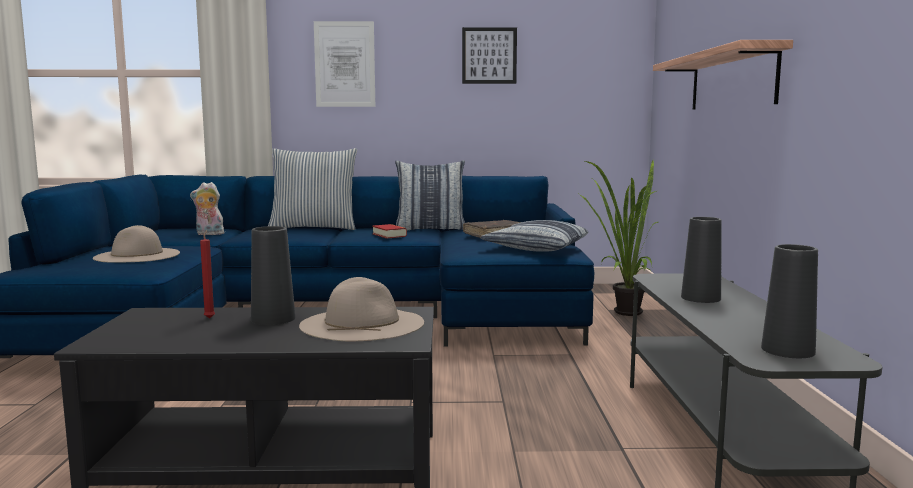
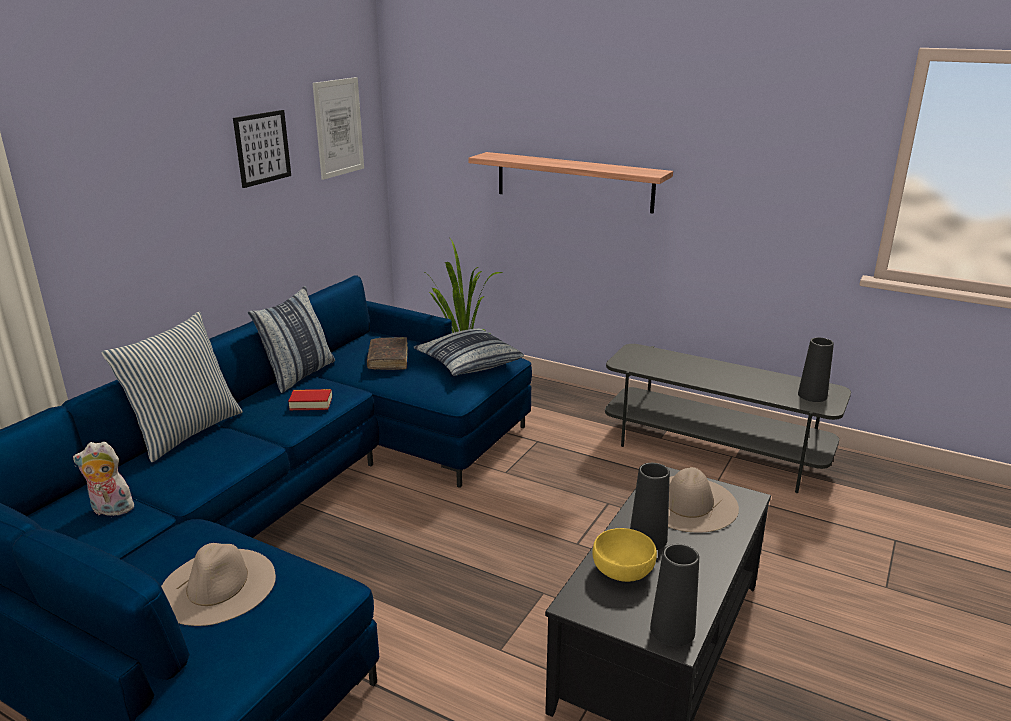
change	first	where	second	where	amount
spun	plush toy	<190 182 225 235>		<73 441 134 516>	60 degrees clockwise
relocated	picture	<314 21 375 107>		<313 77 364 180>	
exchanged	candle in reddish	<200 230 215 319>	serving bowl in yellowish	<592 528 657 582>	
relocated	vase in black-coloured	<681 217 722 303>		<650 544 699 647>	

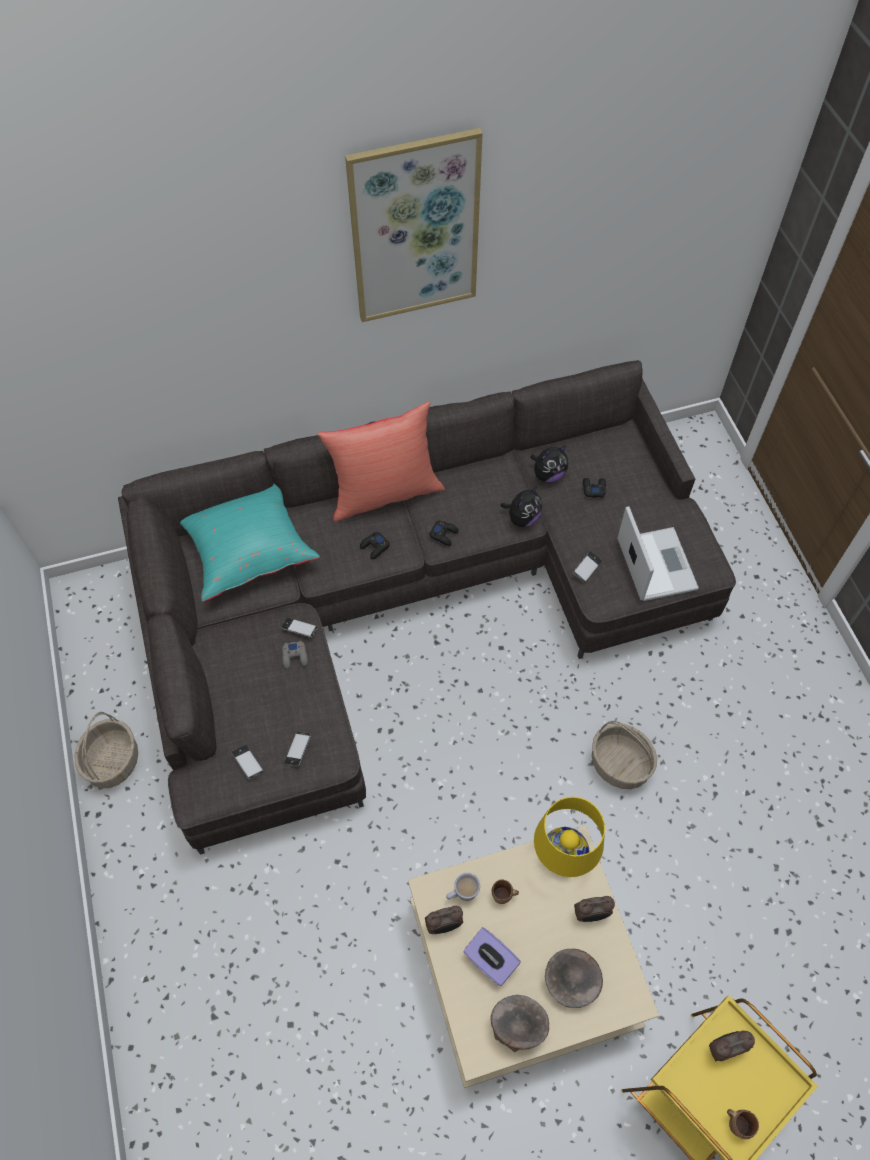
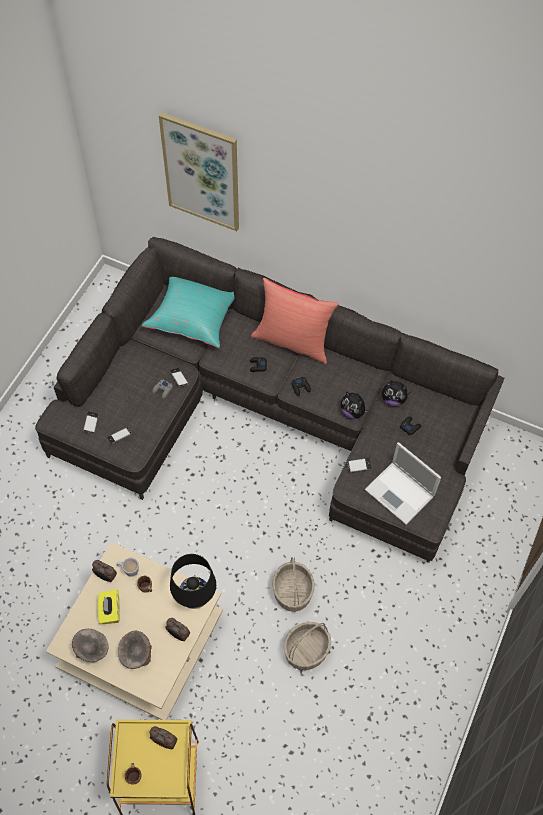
change	first	where	second	where	amount
colour	tissue box in purple-coloured	<464 927 521 986>	tissue box in yellowish	<98 589 120 624>	
relocated	picture	<345 128 483 322>		<159 112 239 231>	
colour	table lamp in yellowish	<534 797 605 877>	table lamp in black-coloured	<170 554 216 609>	
relocated	storage basket	<74 712 138 788>		<284 622 331 670>	
spun	plush toy	<500 486 542 527>		<341 391 370 419>	45 degrees clockwise
spun	notebook computer	<617 506 699 601>		<365 442 441 525>	105 degrees clockwise

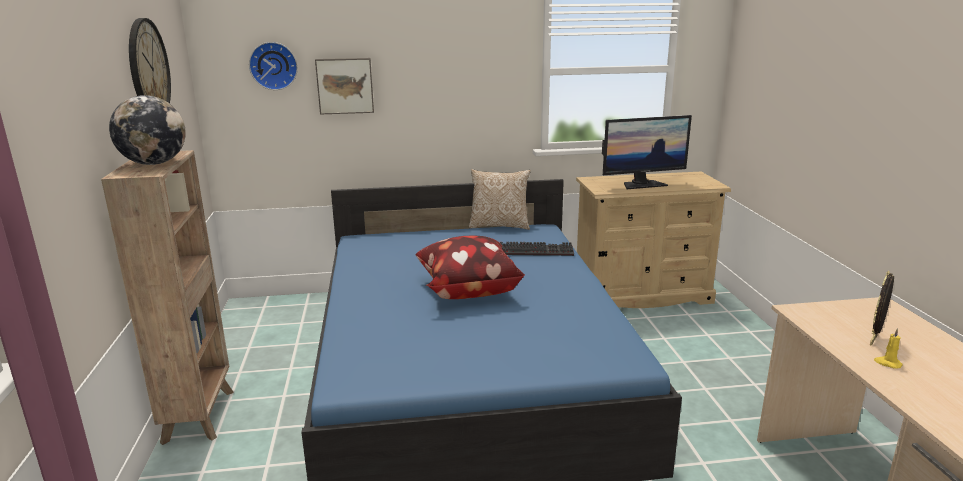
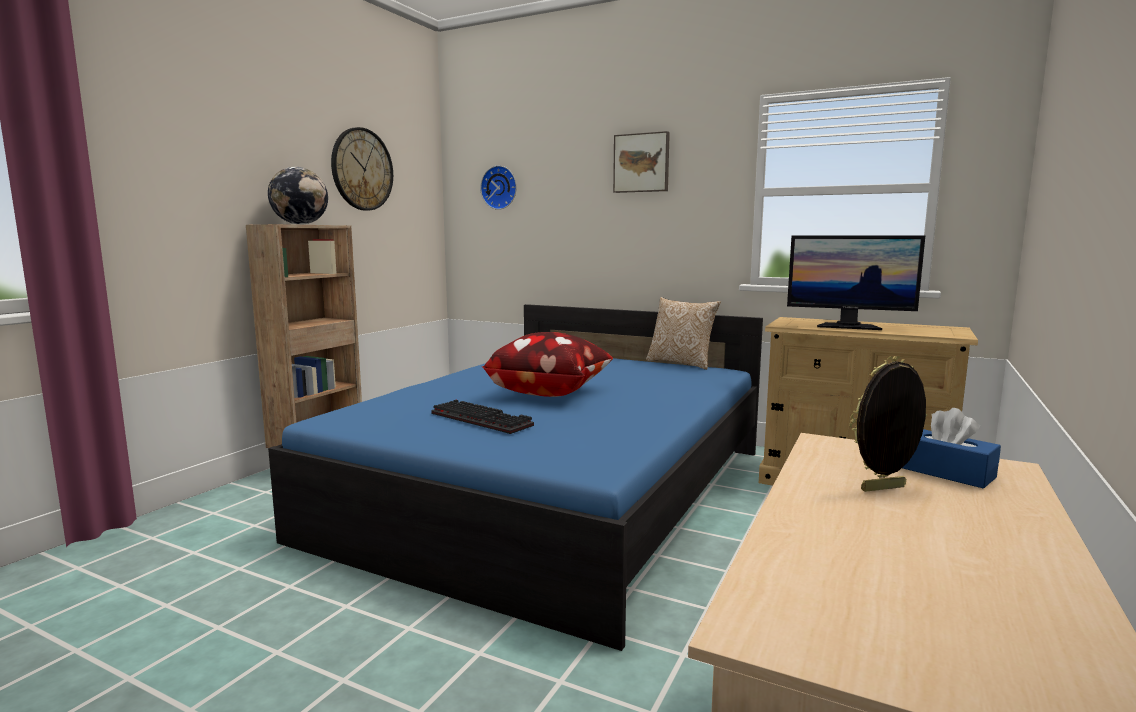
change	first	where	second	where	amount
relocated	keyboard	<500 242 574 256>		<431 400 534 434>	
relocated	picture	<315 58 374 115>		<613 131 670 193>	
appeared			tissue box in blue	<902 408 1001 488>	
missing	candle in yellowish	<874 328 903 369>			

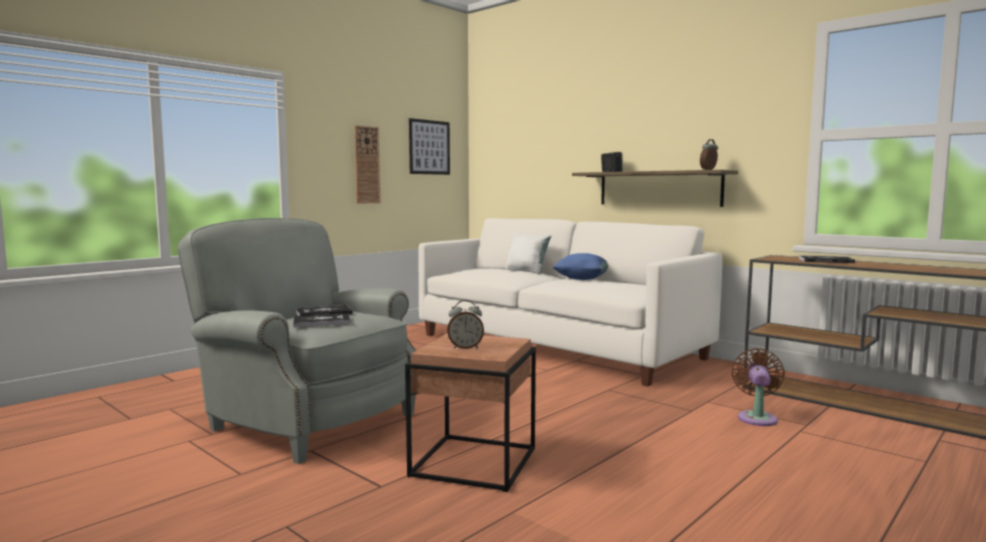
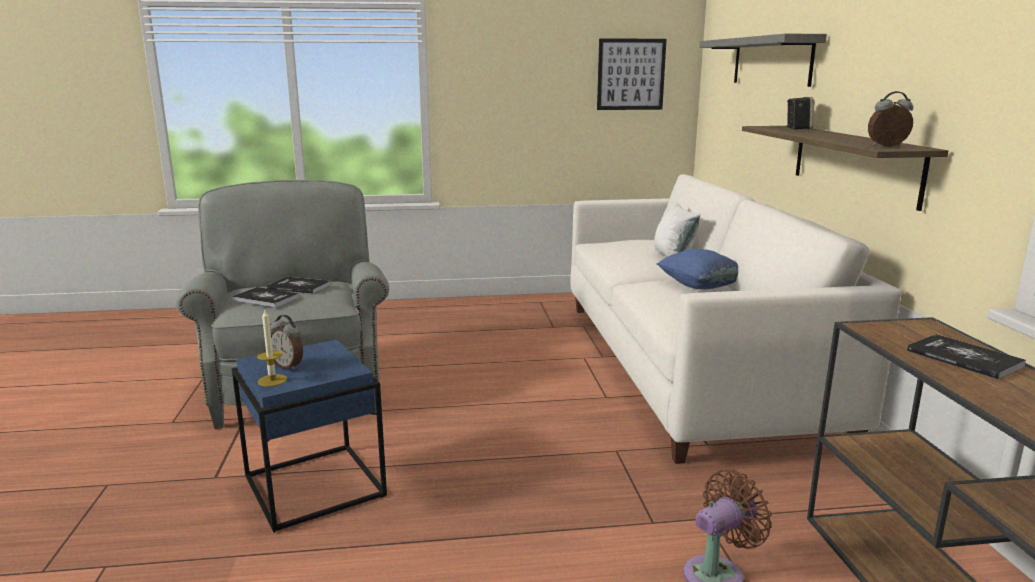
change	first	where	second	where	amount
colour	accent table in brown-coloured	<405 333 536 492>	accent table in blue	<232 340 387 533>	
appeared			candle	<257 309 287 387>	
appeared			shelf in grey	<699 34 827 87>	
missing	hanging clock	<354 125 380 204>			

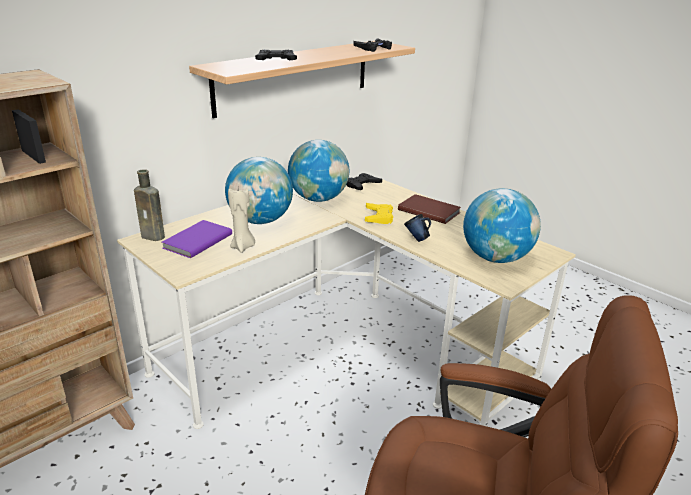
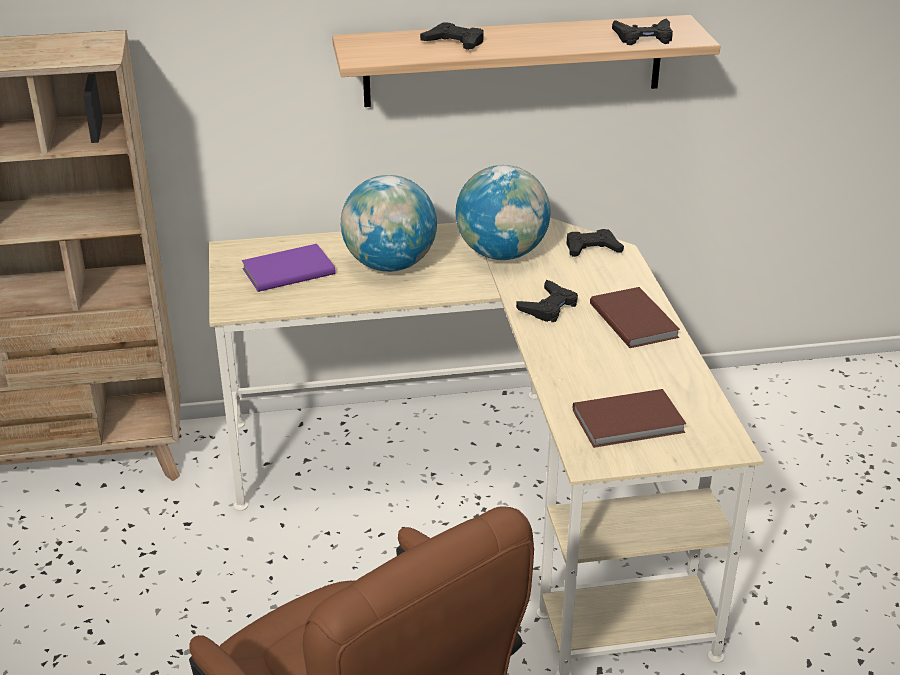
change	first	where	second	where	amount
colour	game controller in yellowish	<365 203 393 224>	game controller in black-coloured	<516 280 578 322>	
exchanged	globe	<463 188 541 263>	volume in brown-coloured	<573 389 686 448>	
missing	drink bottle in brown-coloured	<134 169 165 241>			
missing	candle in sand-coloured	<228 188 255 253>			
missing	mug in blue	<404 214 431 242>			

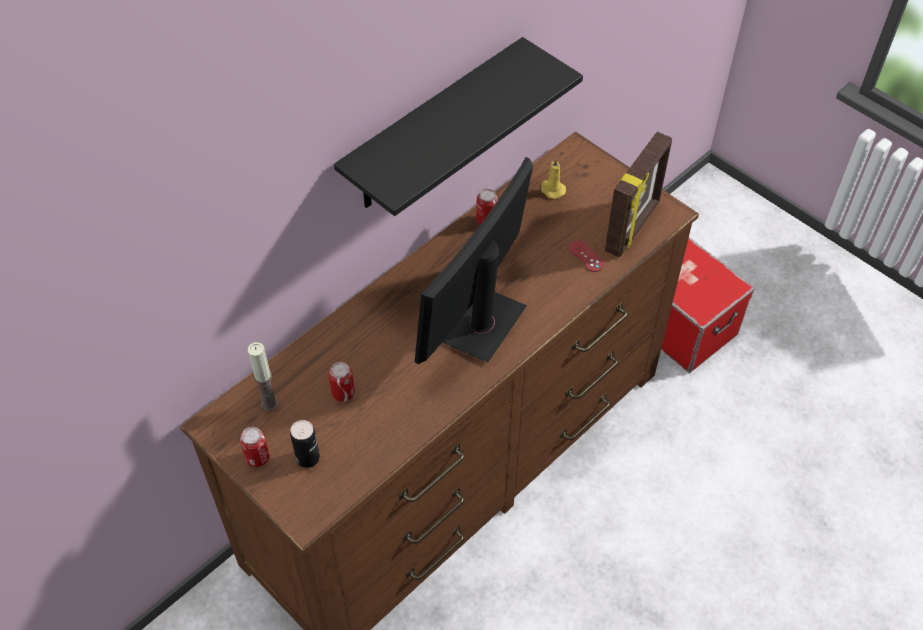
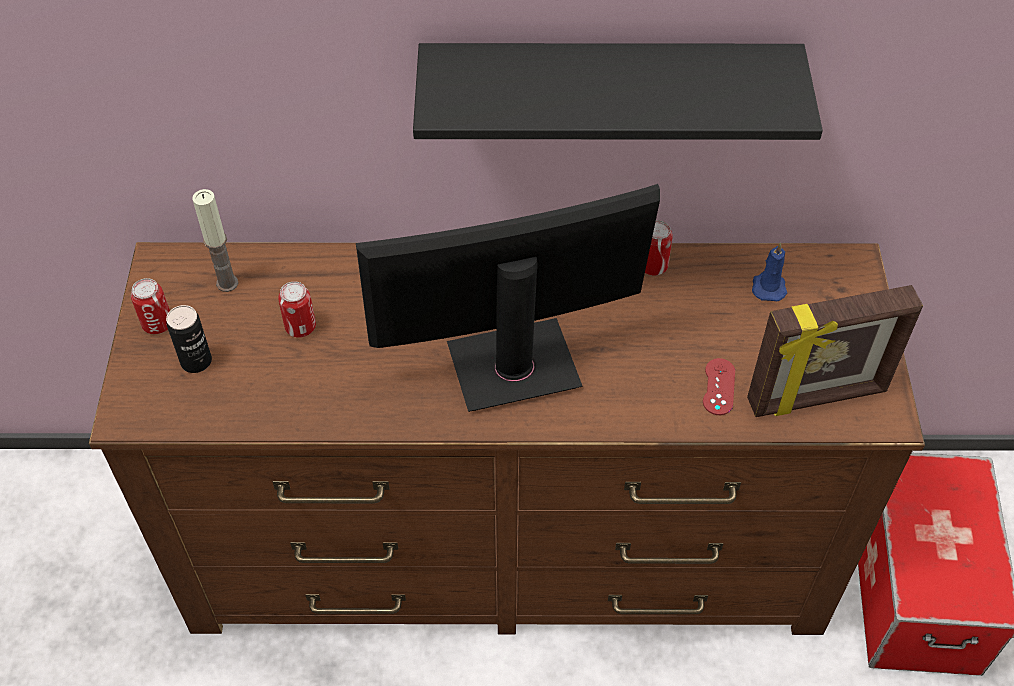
change	first	where	second	where	amount
colour	candle in yellowish	<541 159 566 199>	candle in blue	<752 242 787 301>	

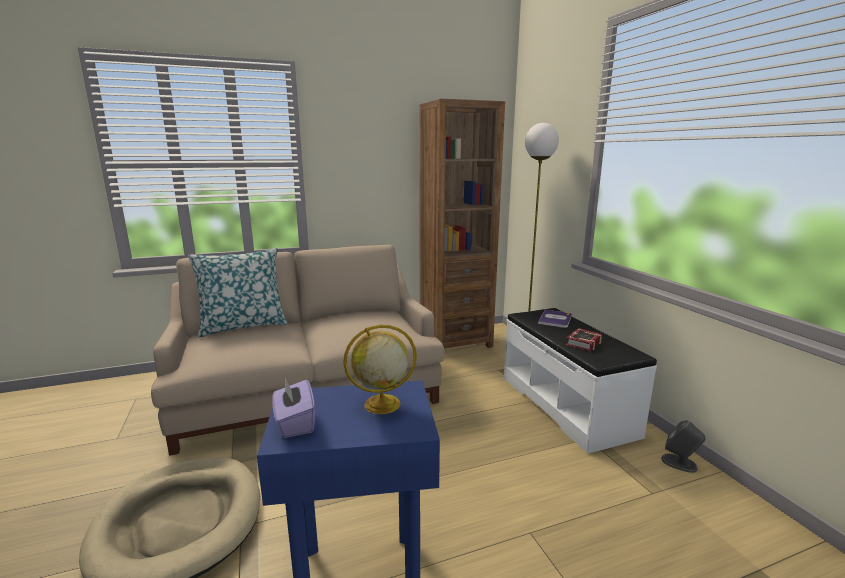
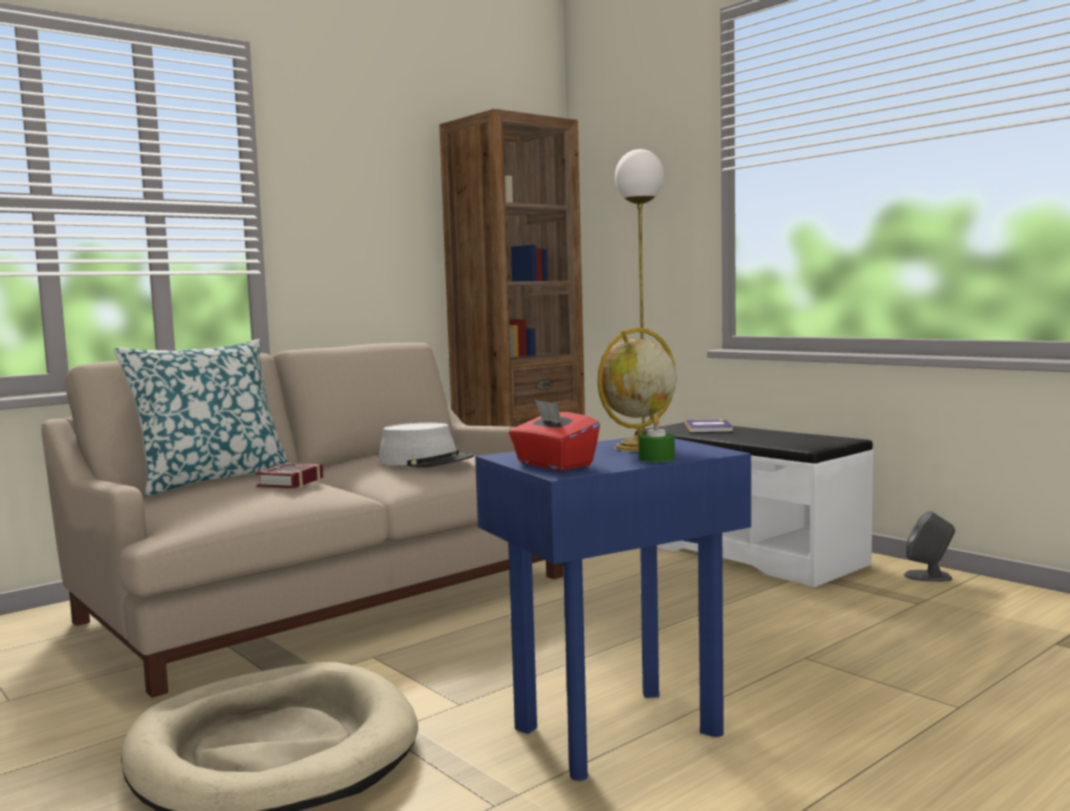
change	first	where	second	where	amount
relocated	volume	<566 328 602 352>		<256 463 324 489>	
appeared			clothing hat in grey	<379 423 474 468>	
colour	tissue box in purple-coloured	<272 378 315 438>	tissue box in reddish	<509 400 600 470>	
appeared			candle in greenish	<639 416 675 462>	

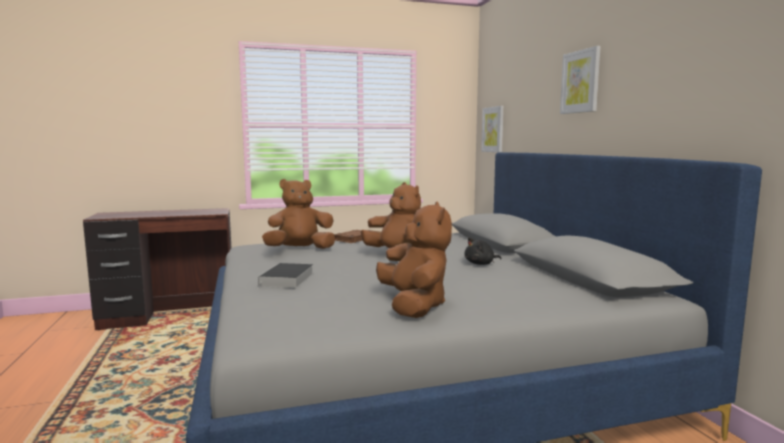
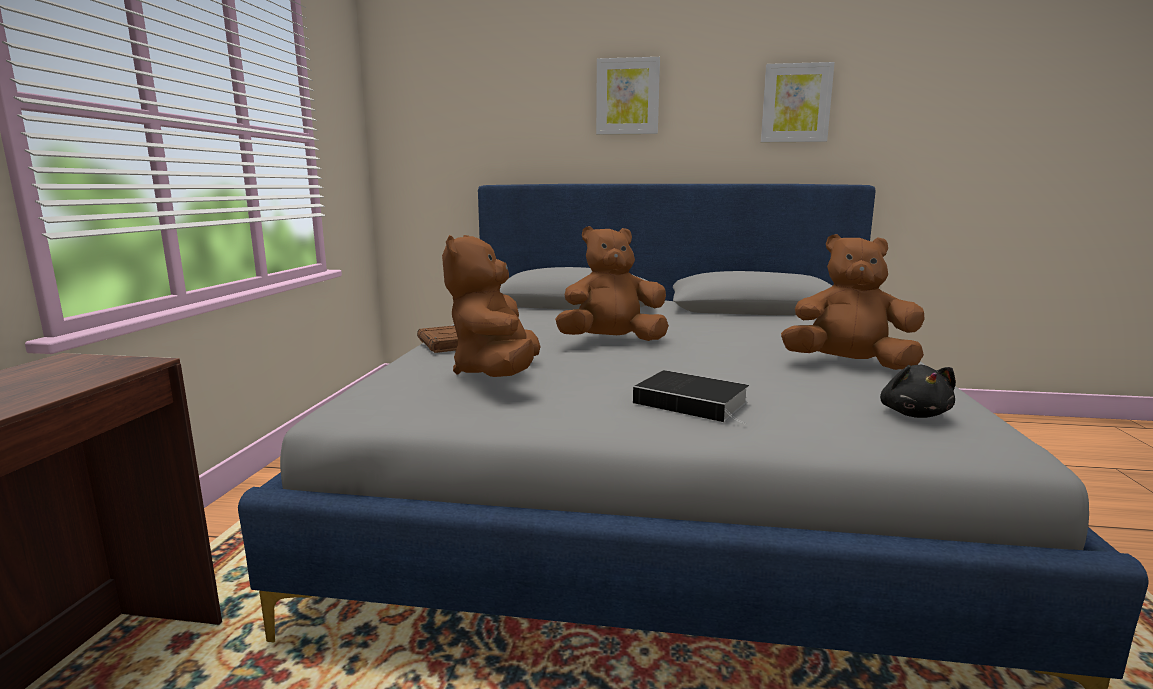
change	first	where	second	where	amount
relocated	picture	<481 106 504 152>		<761 62 835 142>	
relocated	plush toy in black-coloured	<465 237 501 265>		<880 365 956 418>	

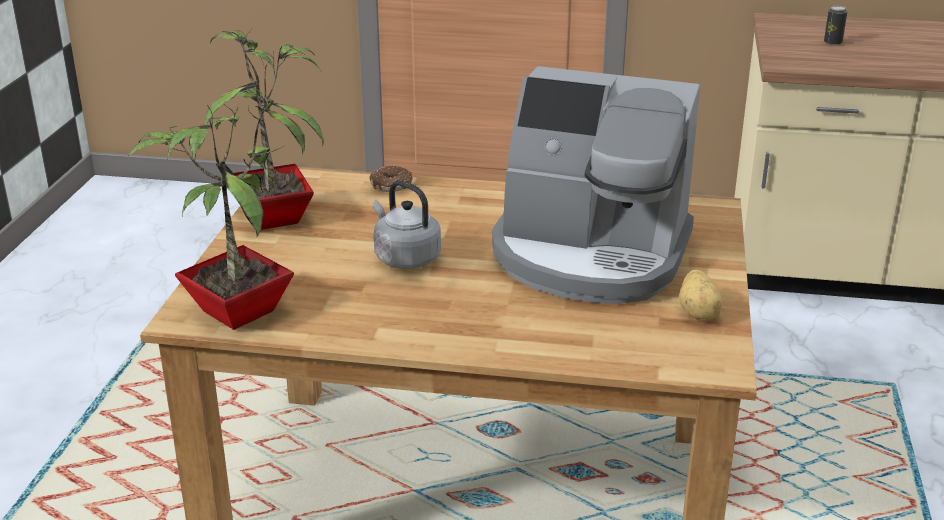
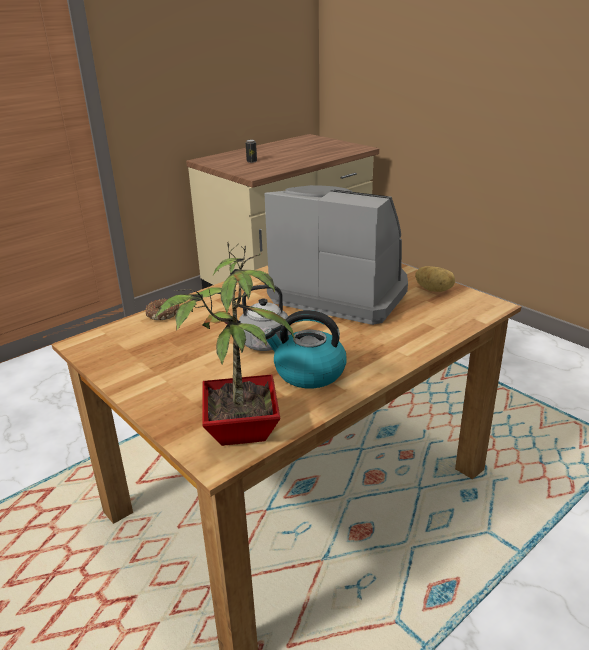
change	first	where	second	where	amount
spun	coffee brewer	<492 66 700 304>		<264 185 408 325>	120 degrees counterclockwise
appeared			tea kettle	<264 310 347 388>	
missing	houseplant	<205 30 324 230>			

